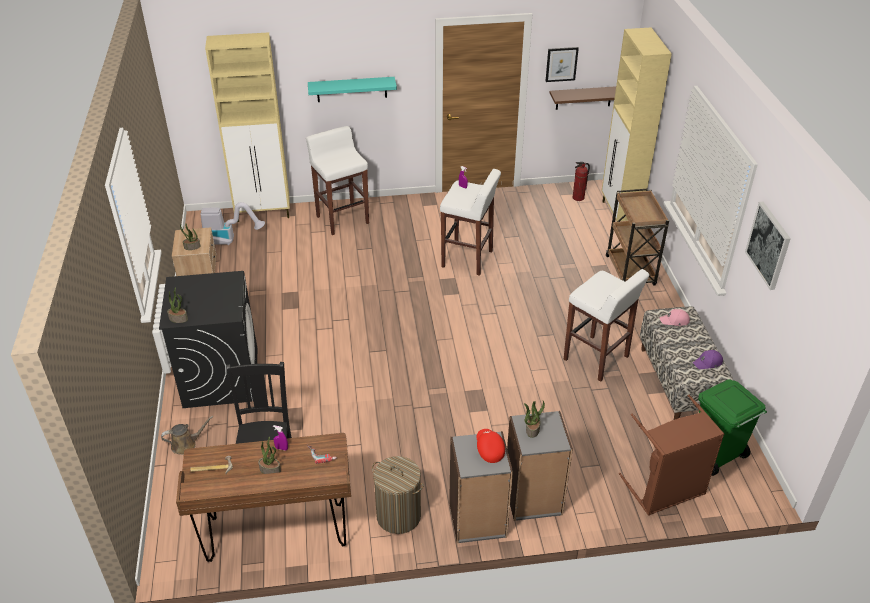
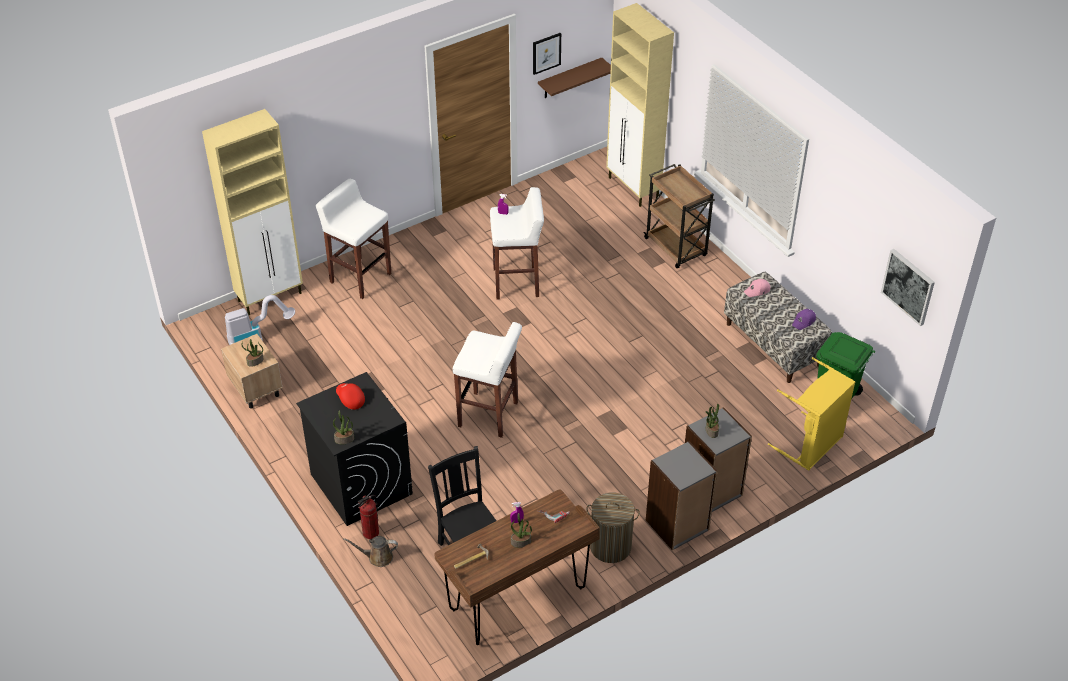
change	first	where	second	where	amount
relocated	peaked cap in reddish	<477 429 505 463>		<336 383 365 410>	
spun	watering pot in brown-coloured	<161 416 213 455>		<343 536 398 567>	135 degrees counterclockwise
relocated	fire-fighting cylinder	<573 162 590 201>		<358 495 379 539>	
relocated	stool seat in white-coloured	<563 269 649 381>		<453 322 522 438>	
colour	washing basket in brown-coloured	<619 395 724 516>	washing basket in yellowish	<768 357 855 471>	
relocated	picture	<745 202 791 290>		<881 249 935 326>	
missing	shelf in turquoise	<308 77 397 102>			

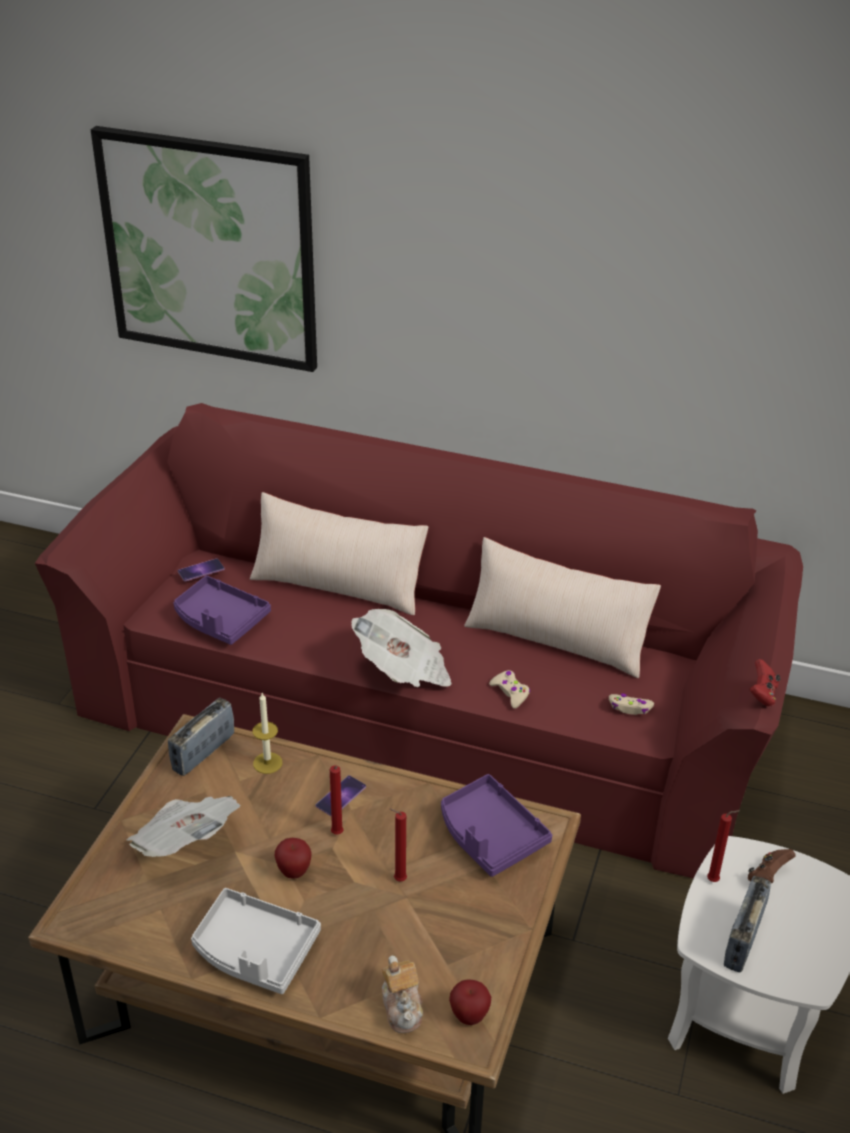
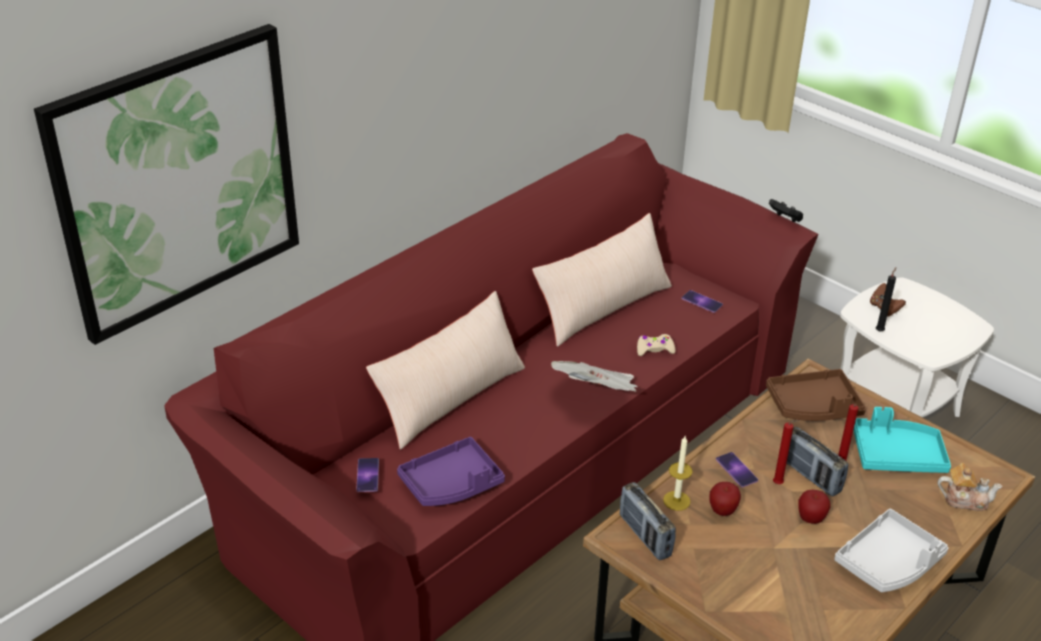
change	first	where	second	where	amount
exchanged	game controller in sand-coloured	<609 693 654 715>	telephone	<681 290 723 313>	
relocated	apple	<449 979 491 1025>		<710 482 741 516>	
colour	tray in purple-coloured	<441 774 552 877>	tray in brown-coloured	<766 369 866 421>	
colour	game controller in reddish	<749 659 780 706>	game controller in black-coloured	<769 199 803 222>	
relocated	radio set	<724 876 771 972>		<787 427 849 496>	
appeared			tray in turquoise	<853 407 951 473>	
colour	candle in reddish	<707 810 739 882>	candle in black-coloured	<876 268 896 332>	
missing	printed paper	<126 796 240 857>			

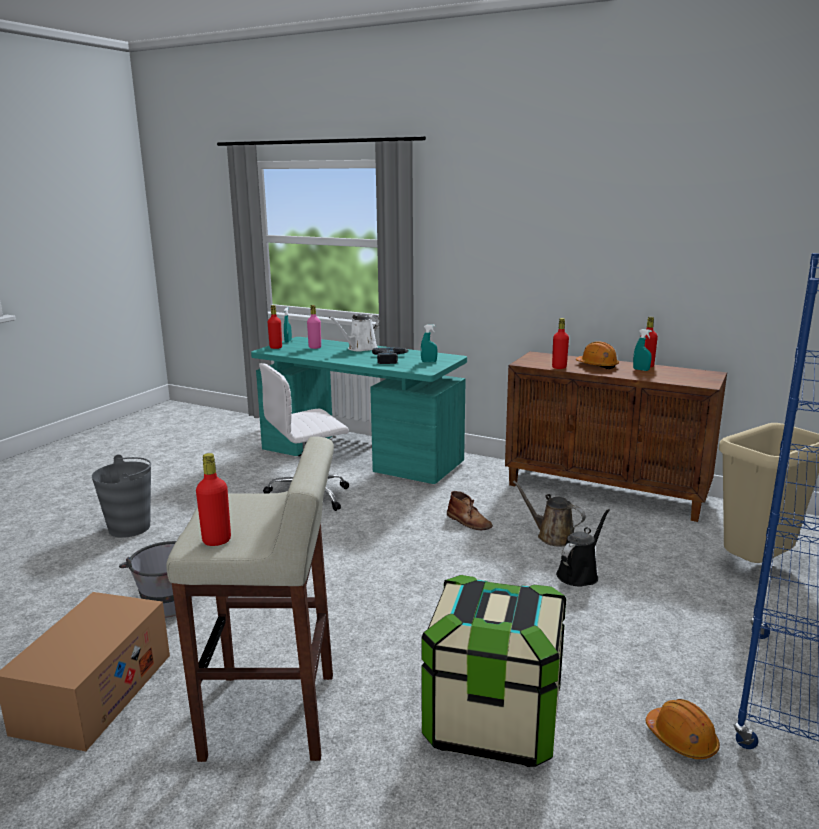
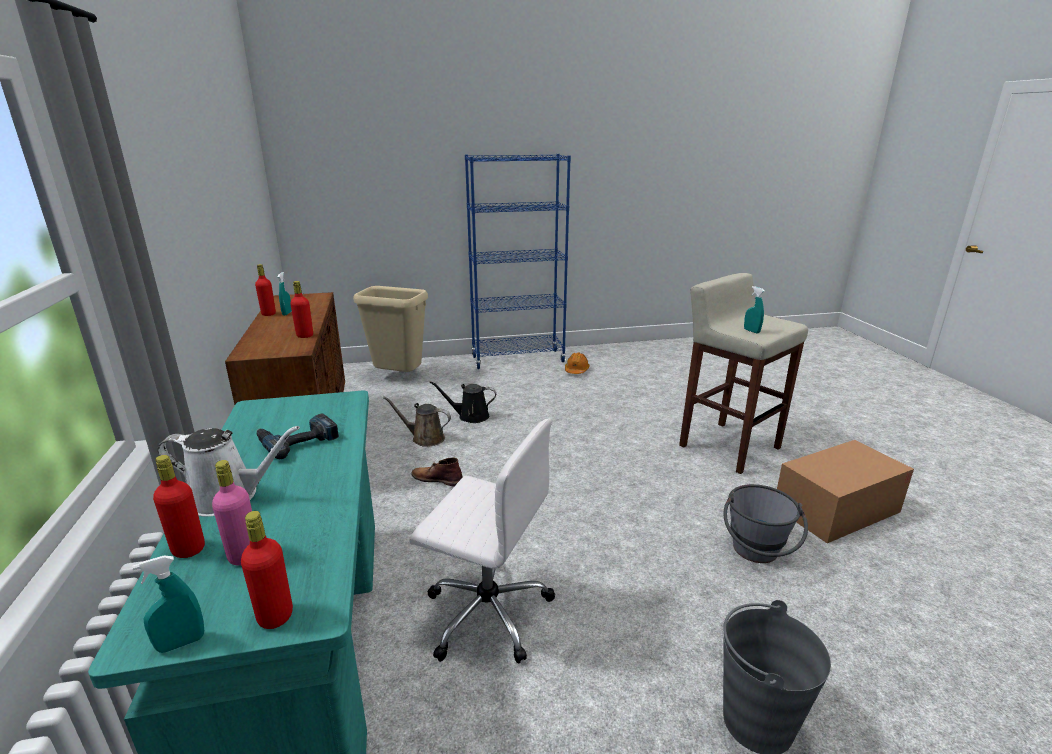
change	first	where	second	where	amount
relocated	drink bottle in reddish	<196 453 231 546>		<153 455 205 558>	
spun	watering pot in brown-coloured	<513 481 586 546>		<383 396 451 447>	105 degrees clockwise
spun	high-top boot in brown-coloured	<447 491 493 530>		<411 457 463 487>	75 degrees counterclockwise
relocated	sprayer in turquoise	<421 325 438 362>		<744 286 764 334>	
missing	storage bin	<421 575 566 767>			
missing	safety helmet in orangey	<576 341 619 369>			

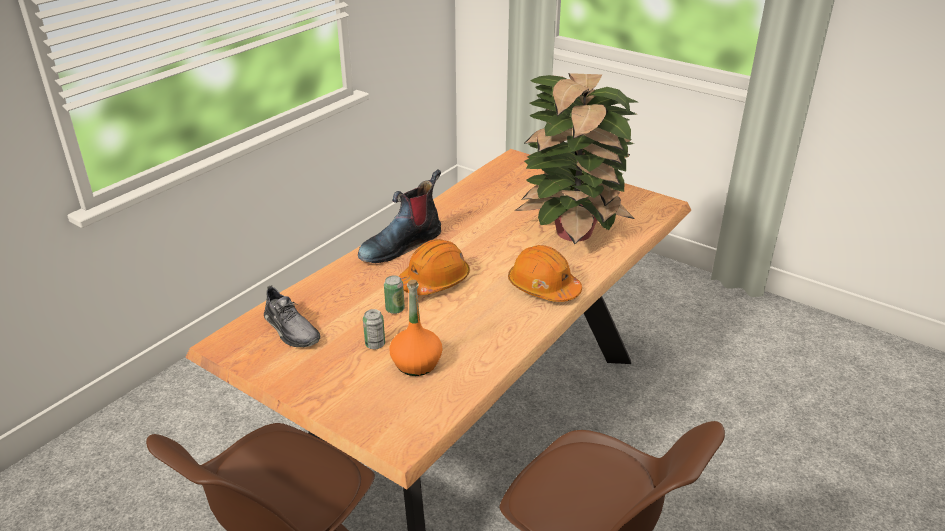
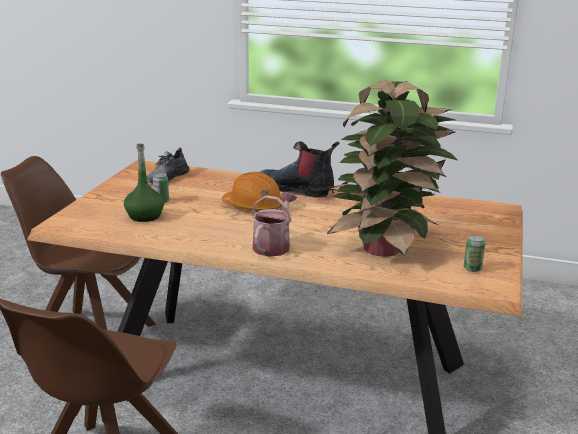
change	first	where	second	where	amount
colour	drink bottle in orangey	<390 280 443 376>	drink bottle in greenish	<124 143 164 222>	
exchanged	safety helmet in orangey	<508 245 582 302>	watering pot	<252 192 297 257>	
relocated	can	<384 276 405 314>		<464 235 485 272>	

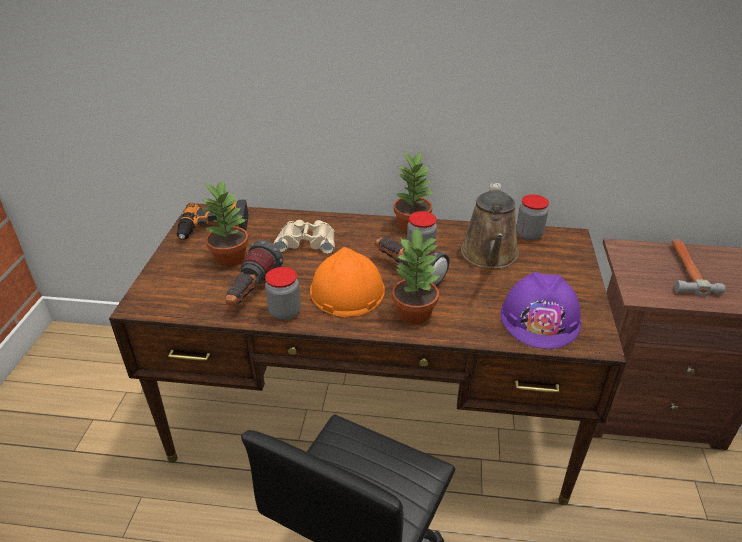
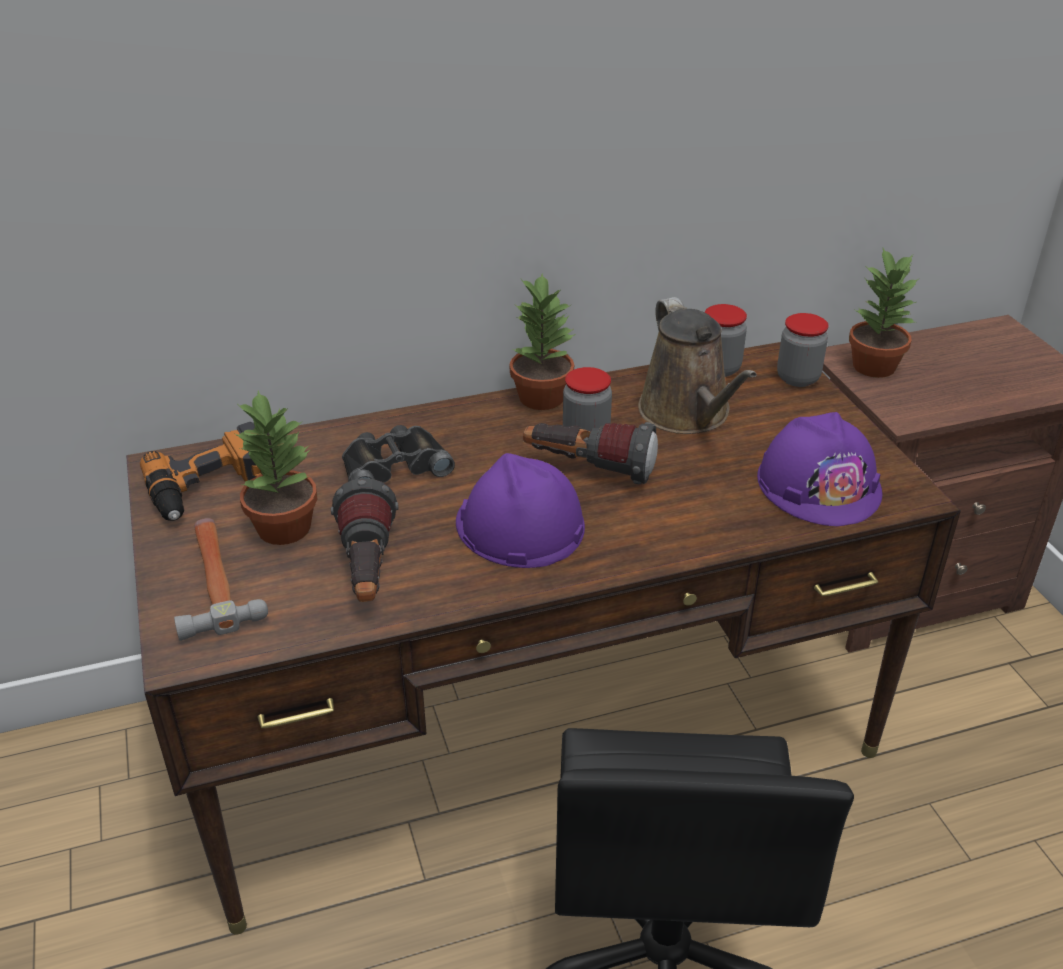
change	first	where	second	where	amount
relocated	hammer	<672 239 726 296>		<174 518 268 641>	
colour	field glasses in sand-coloured	<274 220 335 254>	field glasses in black-coloured	<342 425 455 483>	
colour	safety helmet in orangey	<310 247 385 317>	safety helmet in purple-coloured	<456 453 585 568>	
relocated	preserve jar	<265 267 301 320>		<777 313 829 387>	
relocated	houseplant	<392 227 440 325>		<849 248 918 378>	

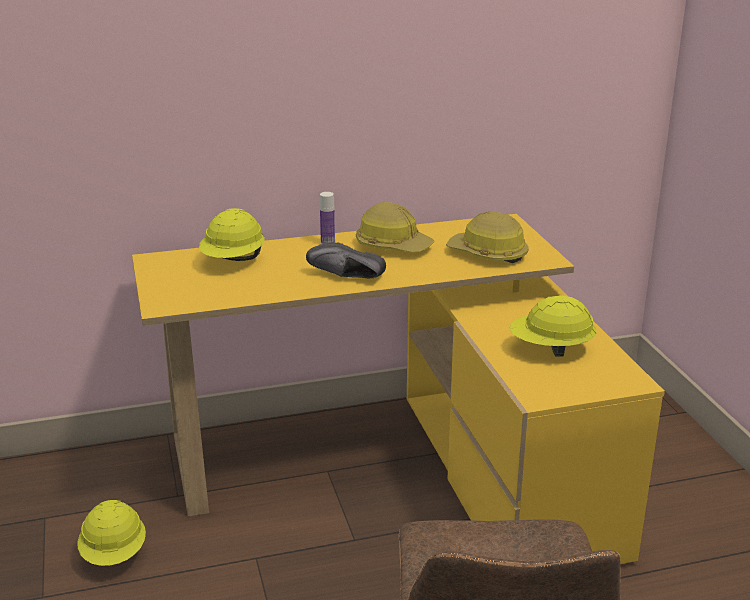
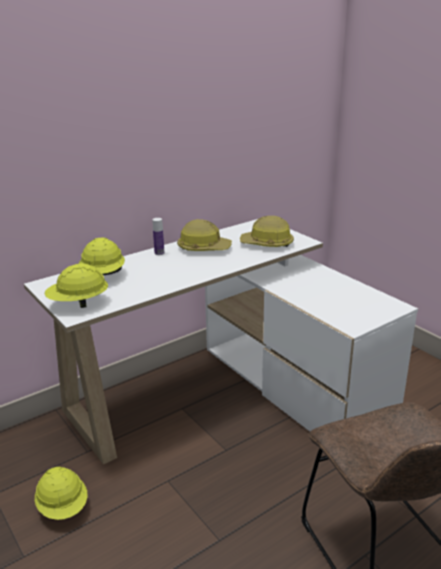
change	first	where	second	where	amount
colour	desk table in yellowish	<132 214 665 564>	desk table in white-coloured	<24 219 418 465>	
relocated	safety helmet in yellowish	<510 296 596 357>		<45 264 108 308>	
missing	low shoe in black-coloured	<306 242 386 278>			

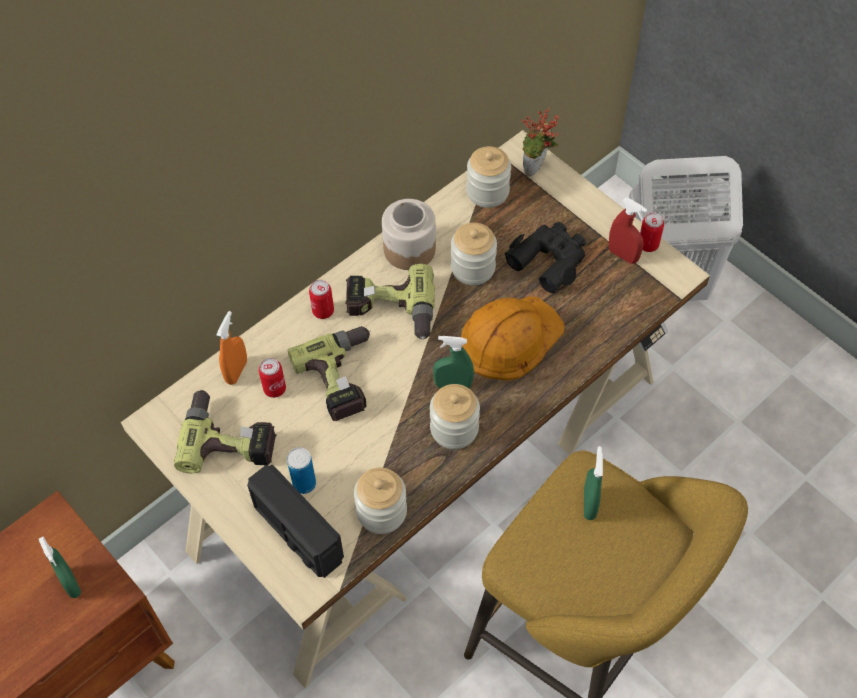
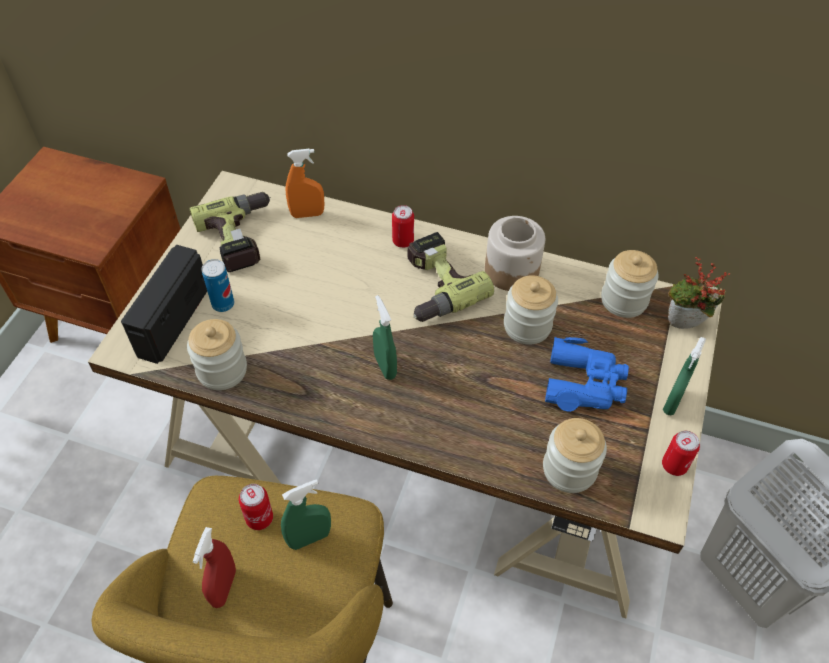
change	first	where	second	where	amount
relocated	sprayer in reddish	<609 198 647 264>		<193 527 236 608>	
relocated	can	<259 358 286 398>		<239 484 273 530>	
relocated	preserve jar	<430 384 480 449>		<543 418 607 493>	
colour	field glasses in black-coloured	<505 222 586 293>	field glasses in blue	<545 337 629 412>	
relocated	sprayer in greenish	<39 536 81 598>		<663 337 706 415>	
missing	electric drill	<288 326 371 421>			
missing	safety helmet in orangey	<461 296 565 380>			

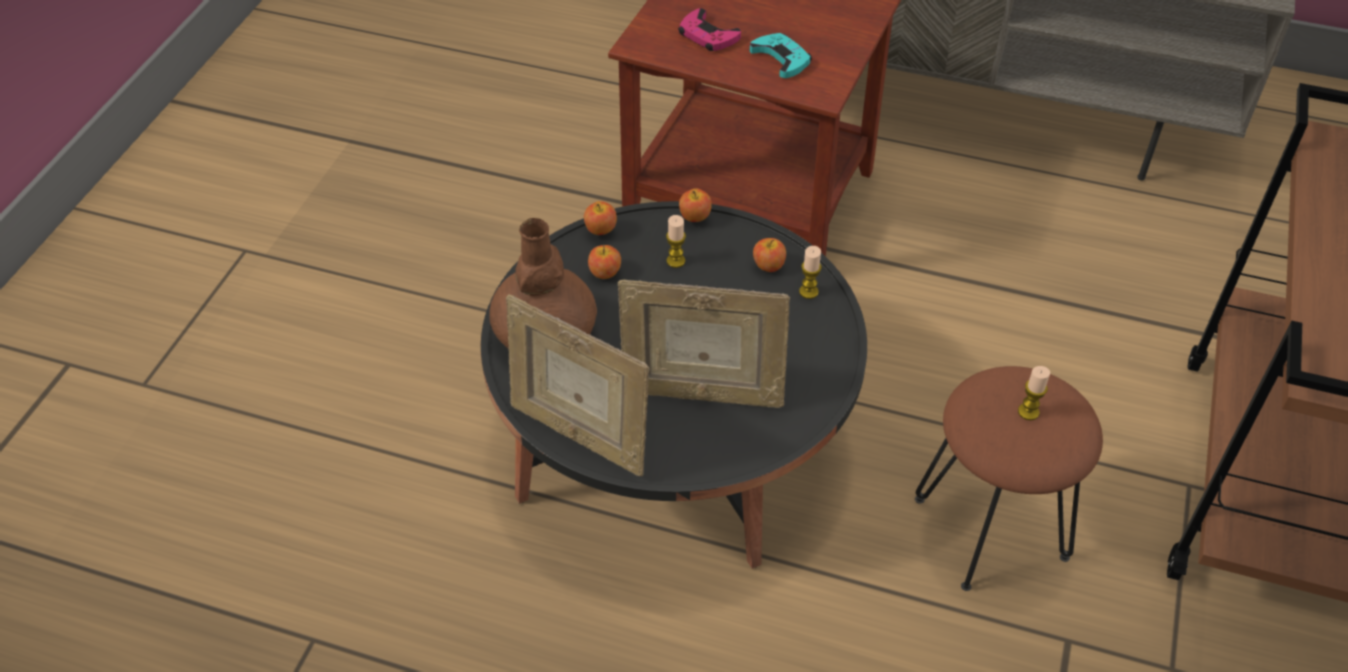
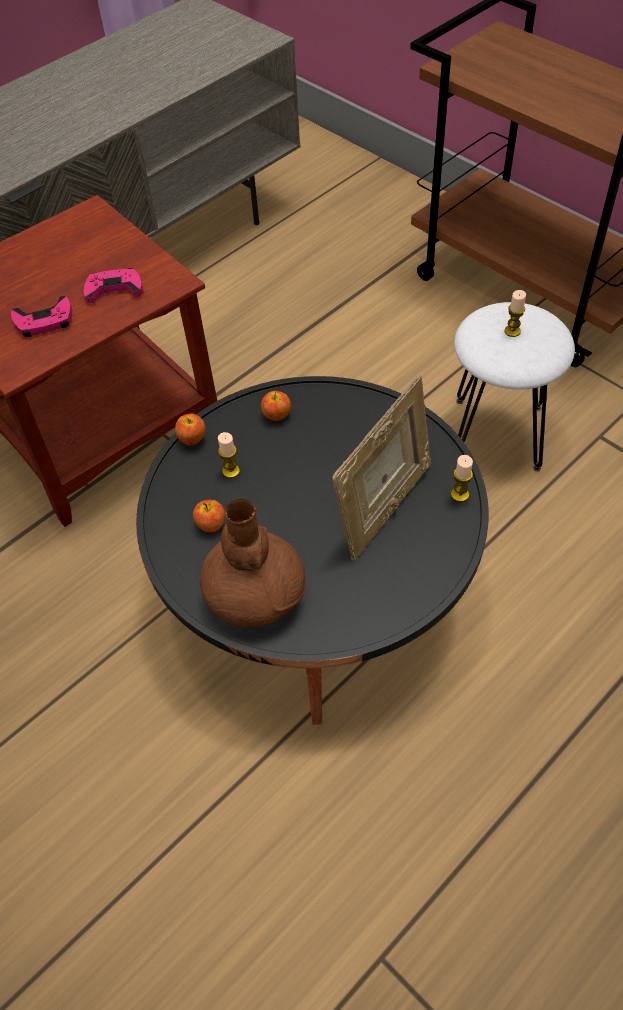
change	first	where	second	where	amount
colour	game controller in turquoise	<750 33 812 78>	game controller in pink	<84 268 143 303>	
relocated	candle	<799 246 822 299>		<451 455 473 502>	
colour	stool seat in brown-coloured	<915 366 1103 591>	stool seat in white-coloured	<454 302 575 471>	
missing	picture frame	<506 295 650 476>			
missing	apple	<584 201 617 235>			

